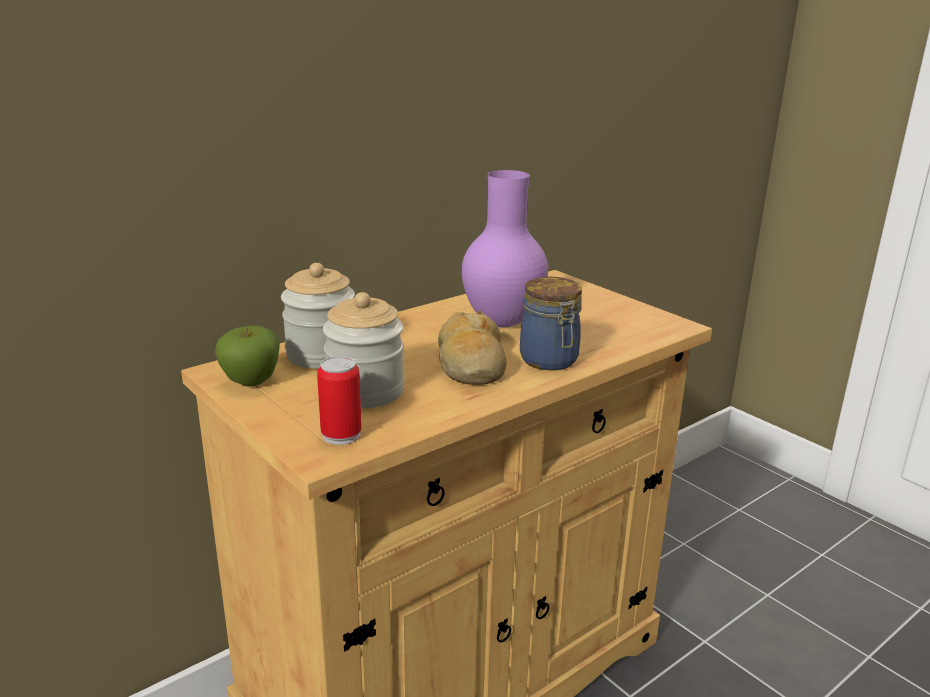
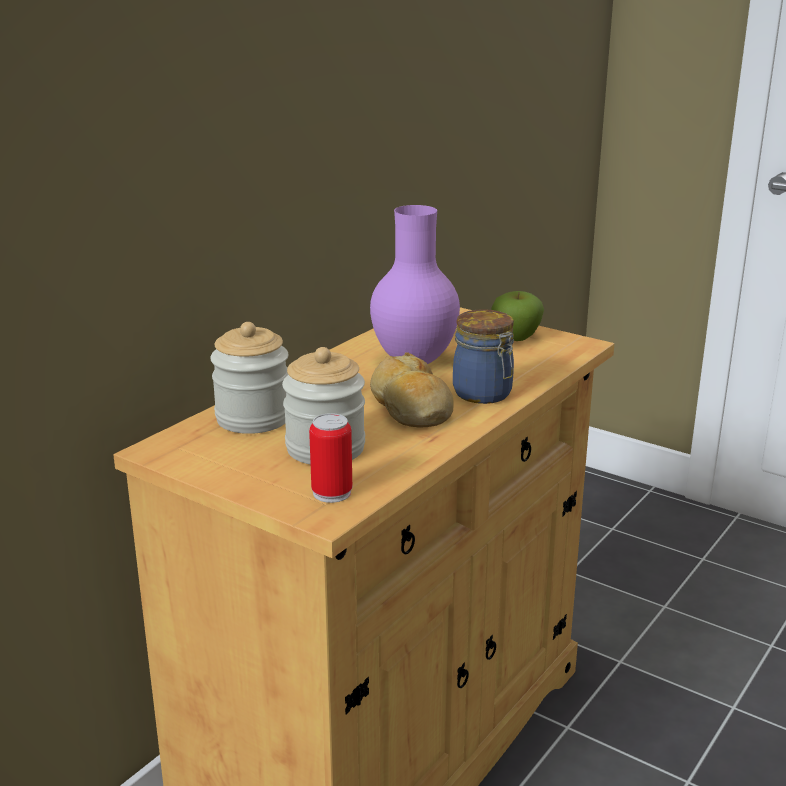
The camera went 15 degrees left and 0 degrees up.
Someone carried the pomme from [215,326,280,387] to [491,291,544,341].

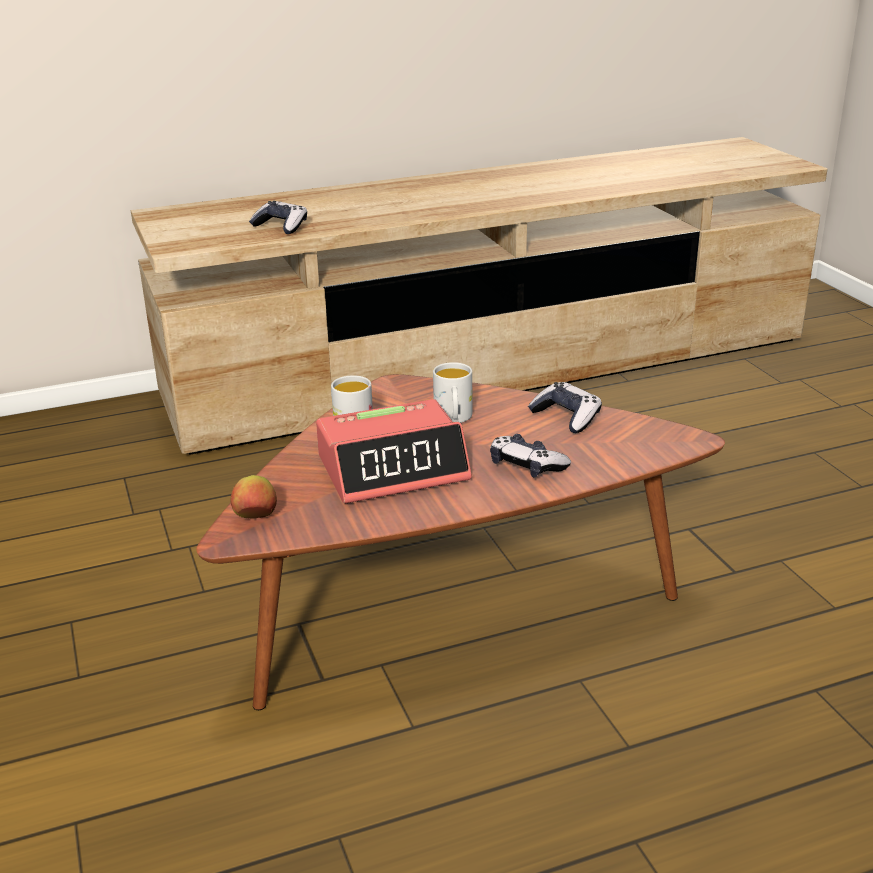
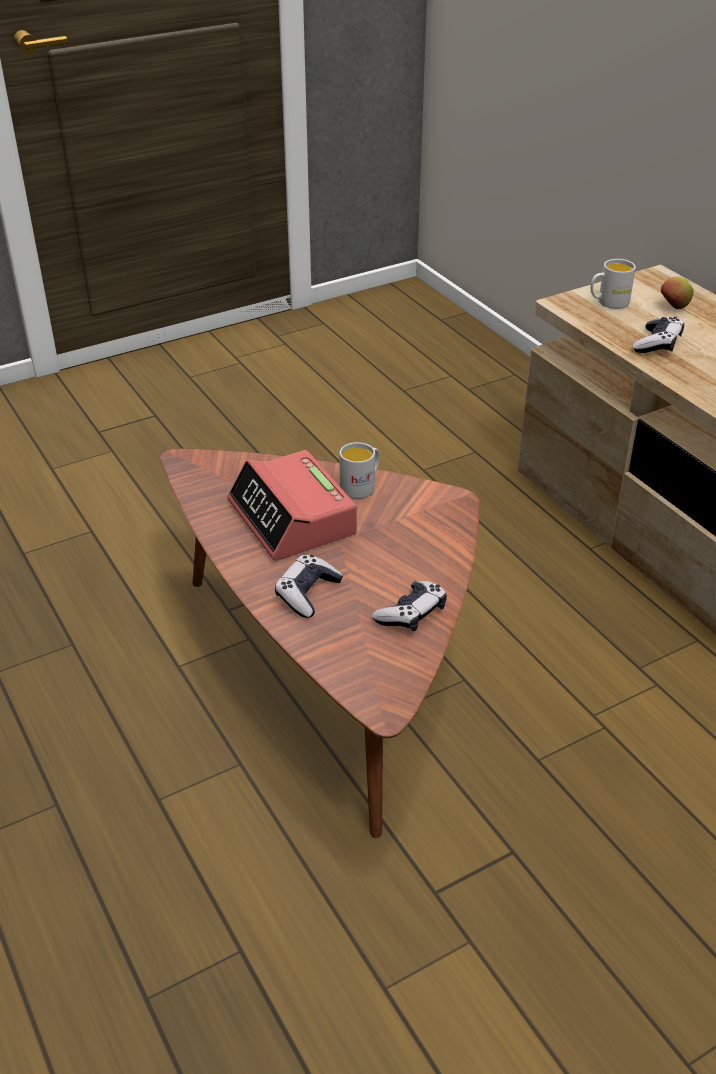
The camera went 80 degrees right and 10 degrees up.
Someone carried the pomme from [231,475,277,519] to [661,277,694,309].
Someone carried the mug [blanc] from [433,362,472,423] to [590,259,636,309].

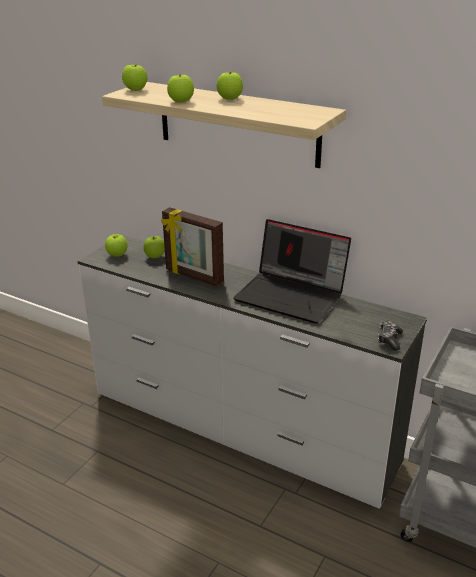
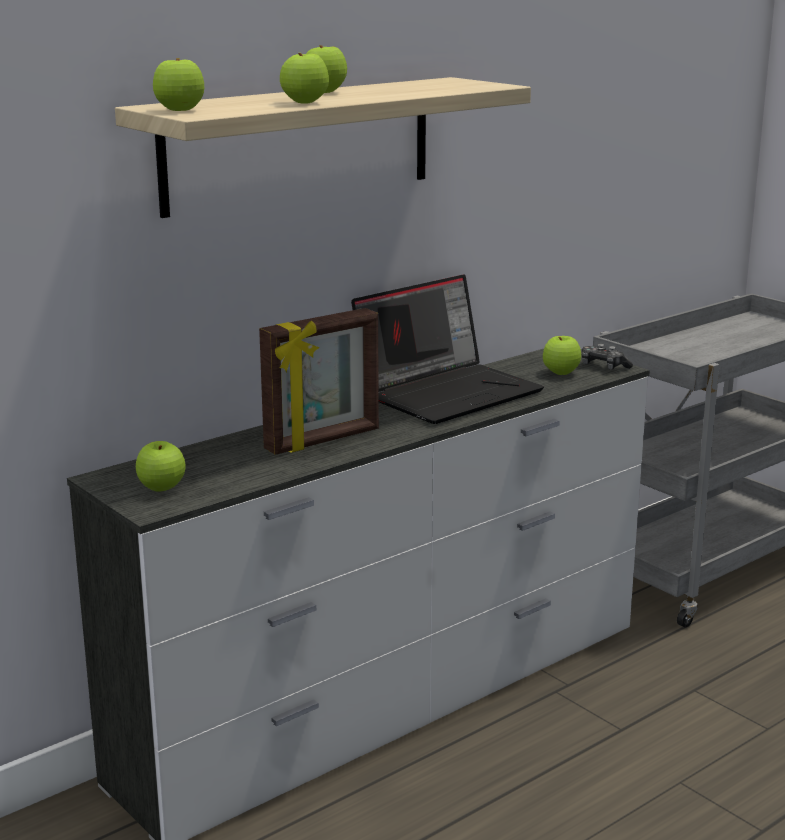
The camera went 70 degrees left and 10 degrees down.
Someone carried the pomme from [143,236,165,258] to [543,336,581,375].

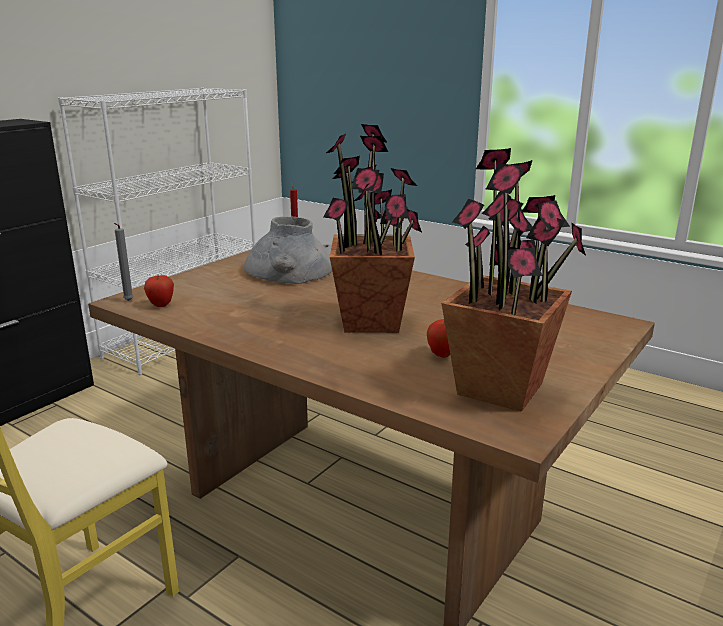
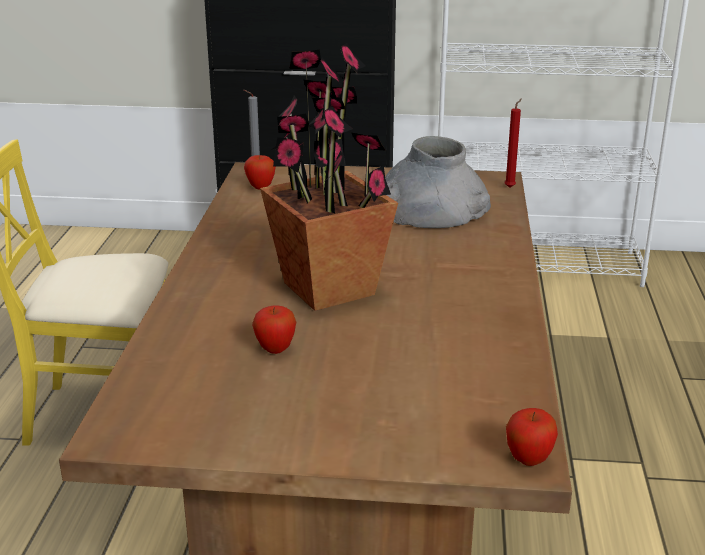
The camera went 60 degrees right and 5 degrees up.
Someone took away the plante en pot at [441,148,586,412].
Someone put down the pomme at [506,408,558,466].

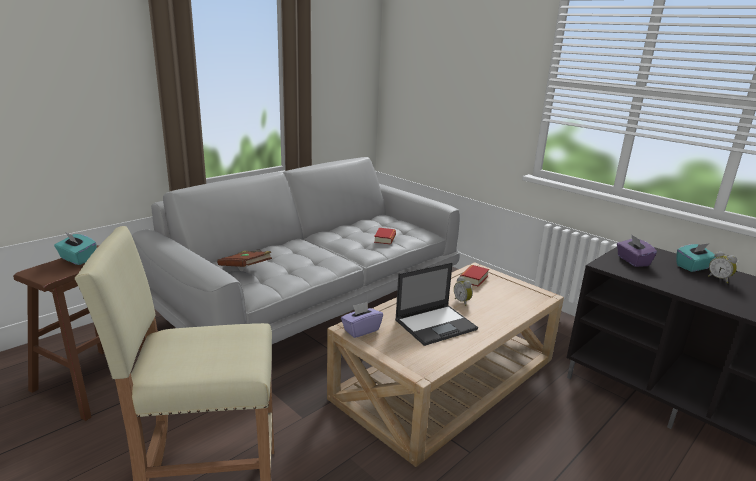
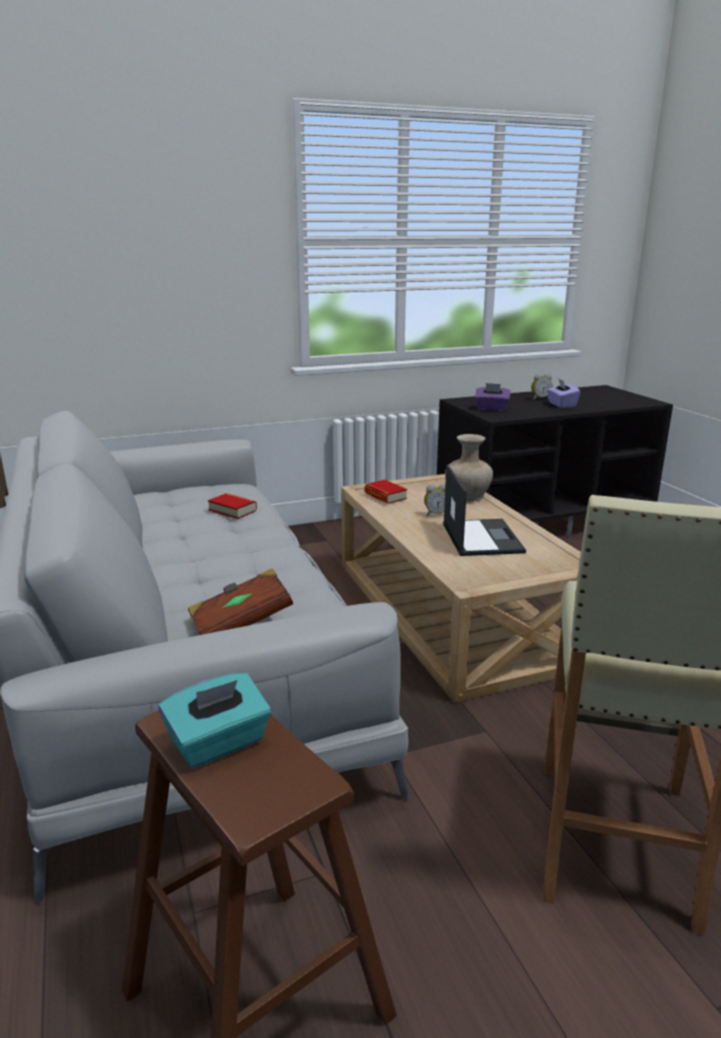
The camera went 65 degrees left and 0 degrees up.
Someone carried the boîte à mouchoirs [violet] from [341,302,383,338] to [547,378,580,408].
Someone took away the boîte à mouchoirs [turquoise] at [676,243,716,272].
Someone put down the vase [beige] at [445,434,493,501].

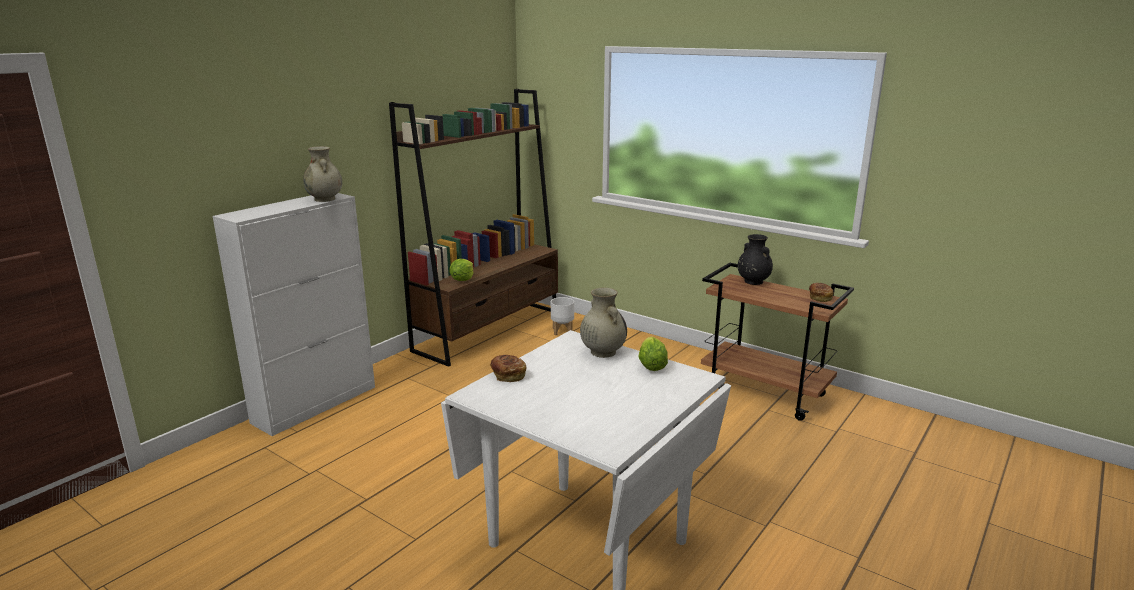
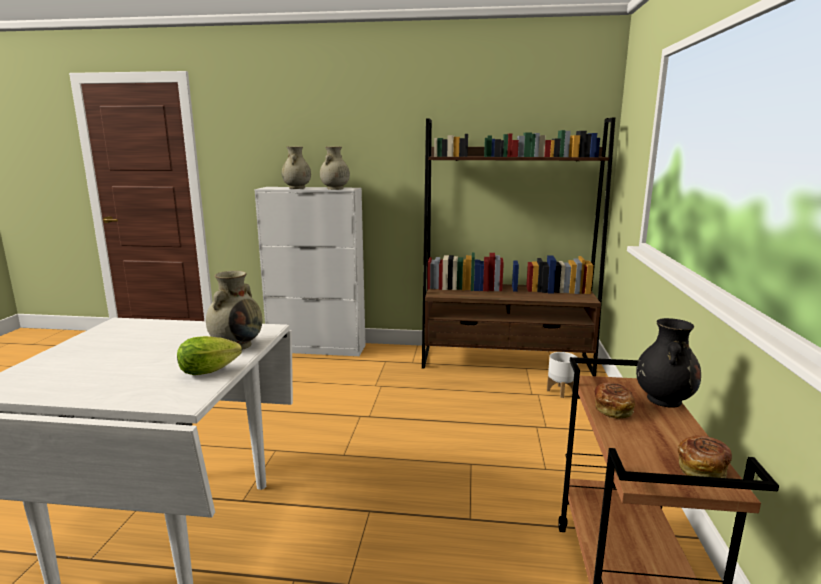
The camera went 60 degrees right and 5 degrees down.
Someone took away the laitue at [449,259,473,281].
Someone carried the pain from [490,355,527,382] to [594,382,635,419].
Someone put down the vase [beige] at [282,146,311,189].

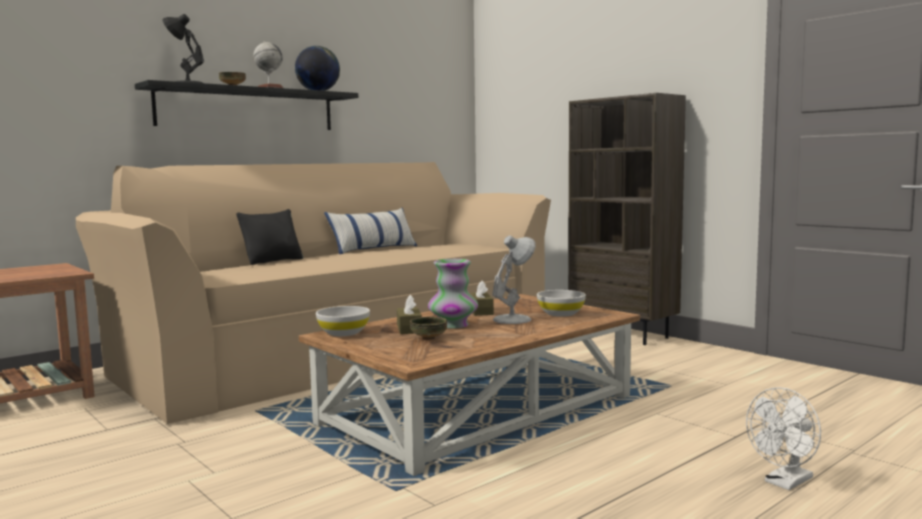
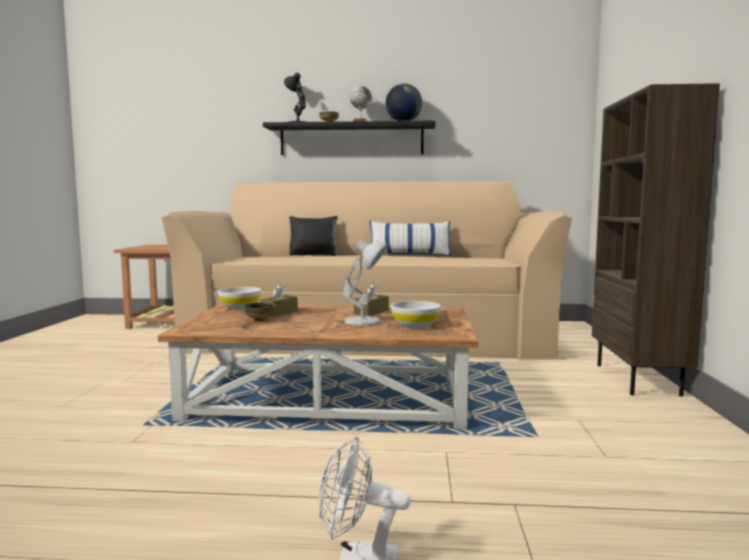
The camera went 45 degrees right and 0 degrees up.
Someone took away the vase at [428,259,478,329].

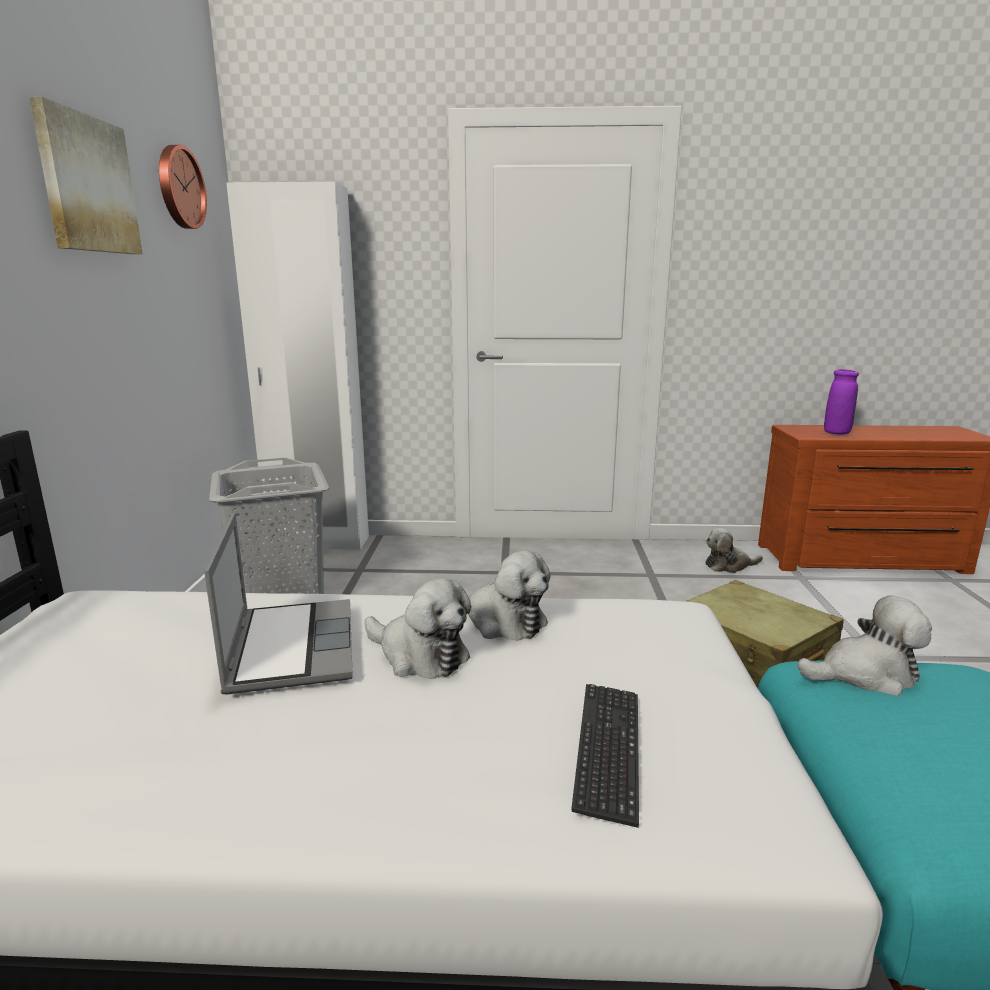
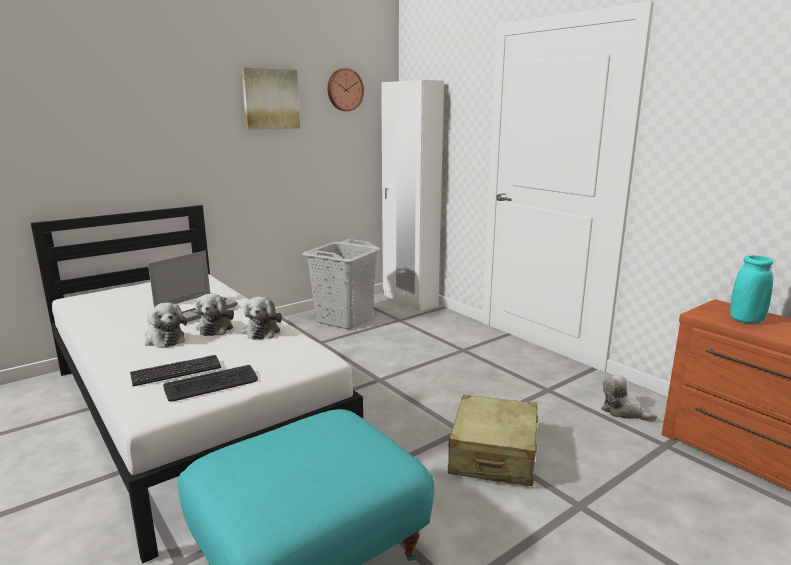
The camera went 50 degrees right and 0 degrees up.
Someone carried the peluche from [797,595,932,696] to [145,302,187,348].
Someone repainted the vase [violet] at [824,369,859,434], which became the vase [turquoise] at [730,256,773,323].
Someone put down the clavier at [163,365,258,401].

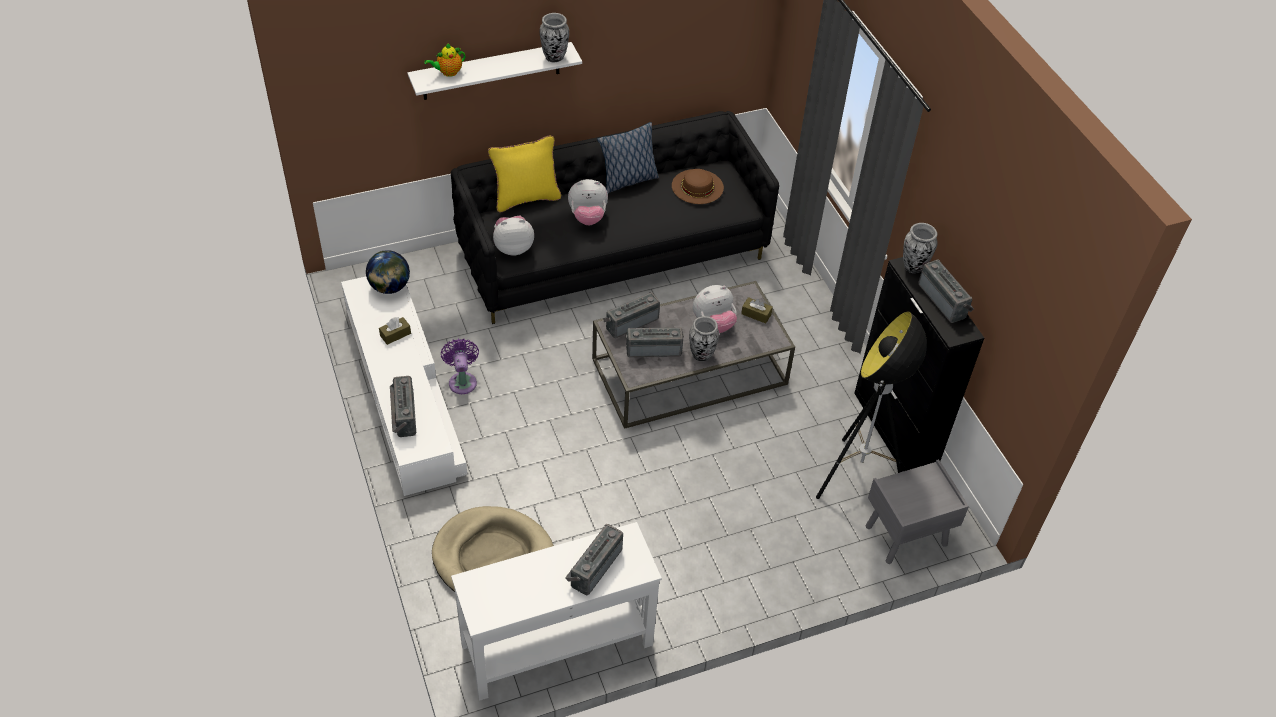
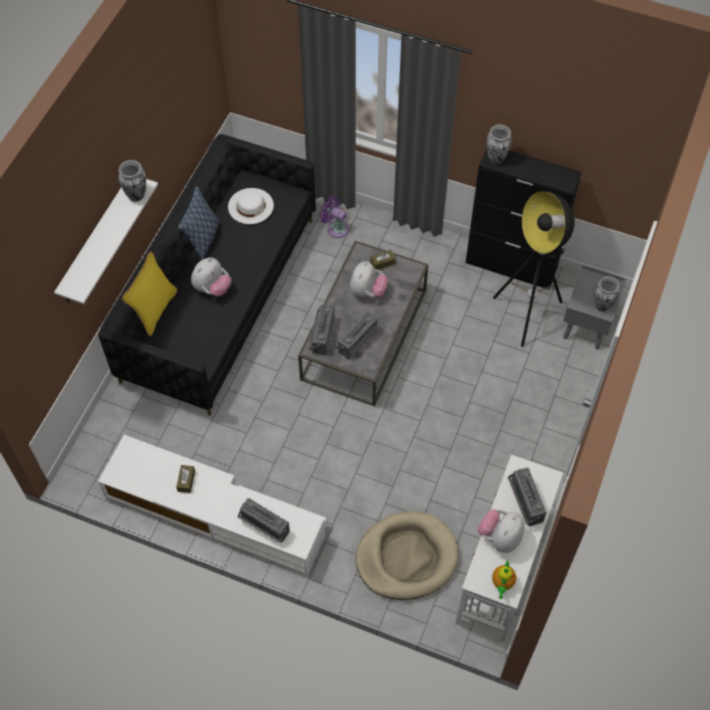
The camera went 45 degrees left and 10 degrees up.
Someone took away the globe at [366,250,410,294].
Someone carried the théière from [424,43,466,77] to [492,560,516,599].
Someone carried the ventilateur [violet] from [441,338,479,394] to [320,196,349,238].
Someone carried the peluche from [493,216,534,256] to [478,509,524,553].
Someone repainted the chapeau [marron] at [672,169,724,204], which became the chapeau [blanc] at [228,188,274,224].
Someone carried the vase from [689,316,719,361] to [594,276,620,312].
Someone took away the radio at [918,260,974,323].

